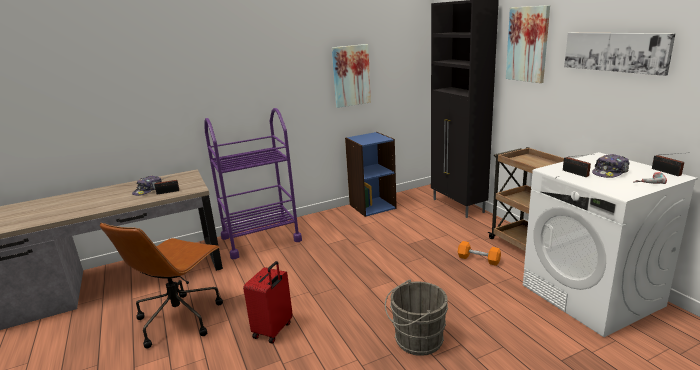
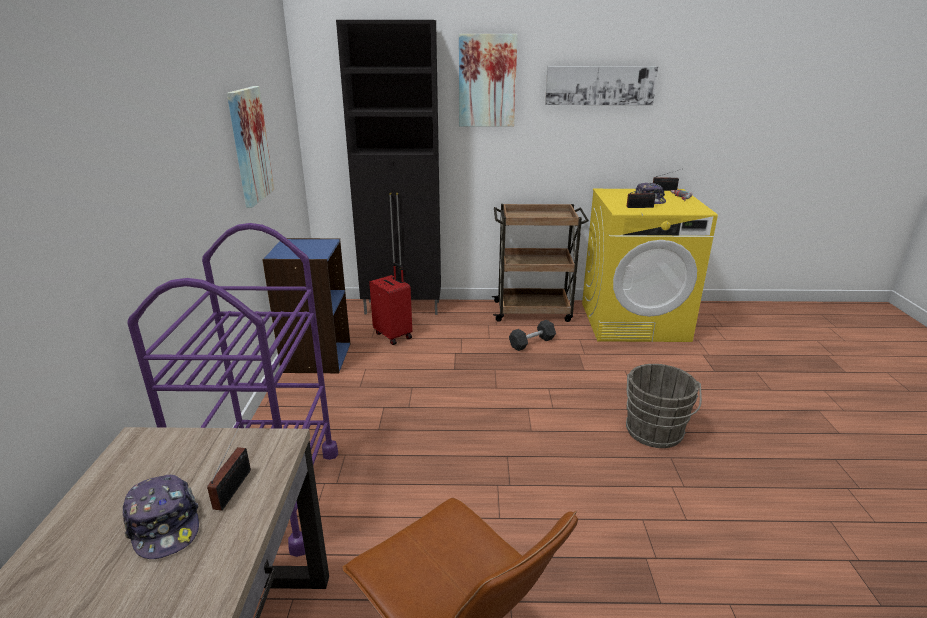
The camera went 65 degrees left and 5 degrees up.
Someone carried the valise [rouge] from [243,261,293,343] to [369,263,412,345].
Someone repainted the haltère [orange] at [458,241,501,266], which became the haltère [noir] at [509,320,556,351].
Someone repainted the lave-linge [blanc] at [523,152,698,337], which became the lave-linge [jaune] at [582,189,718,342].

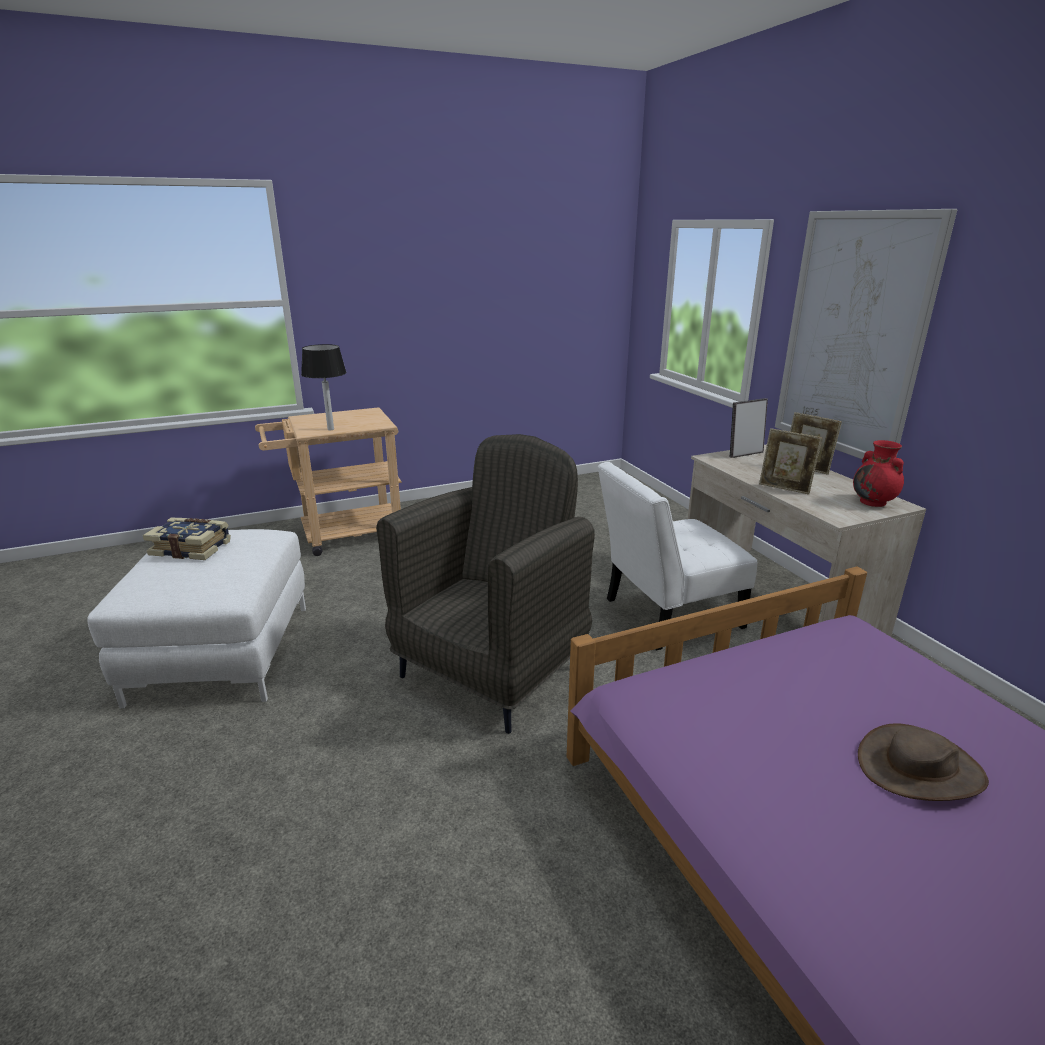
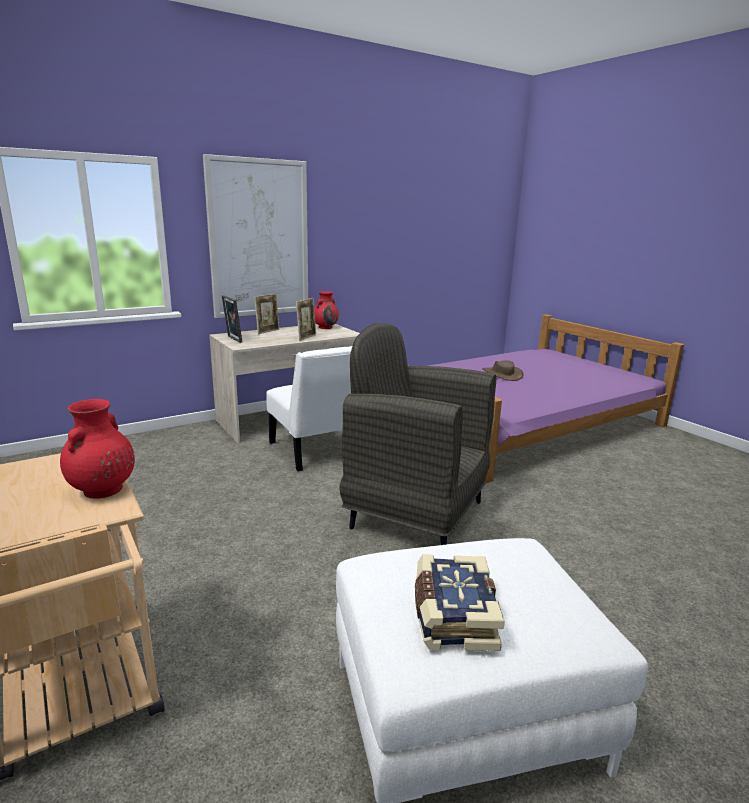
The camera went 100 degrees left and 5 degrees down.
Someone swapped the lampe de table at [301,344,347,430] for the vase [rouge] at [60,399,135,499].

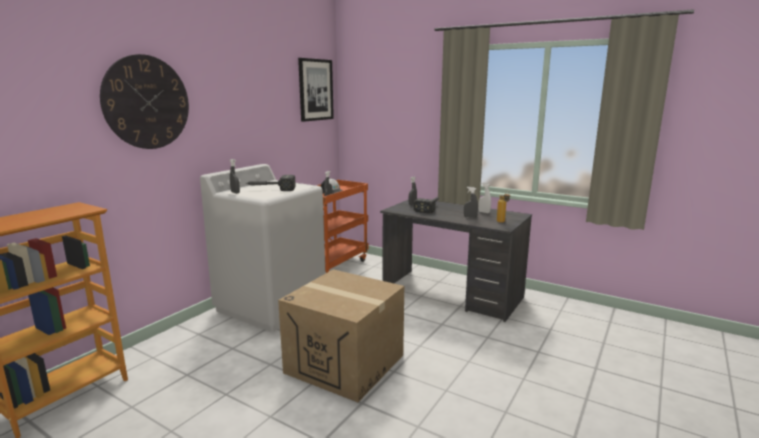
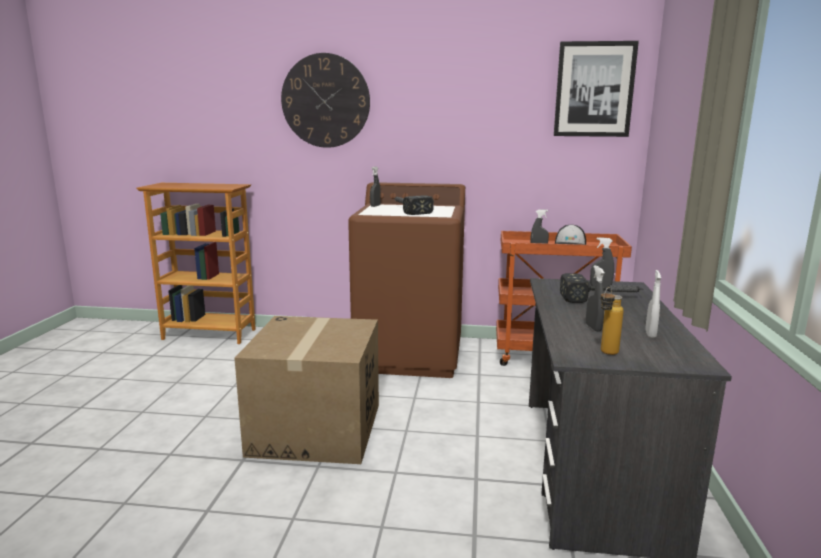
The camera went 65 degrees right and 0 degrees up.
Someone repainted the lave-linge [blanc] at [200,164,326,332], which became the lave-linge [marron] at [348,182,465,378].

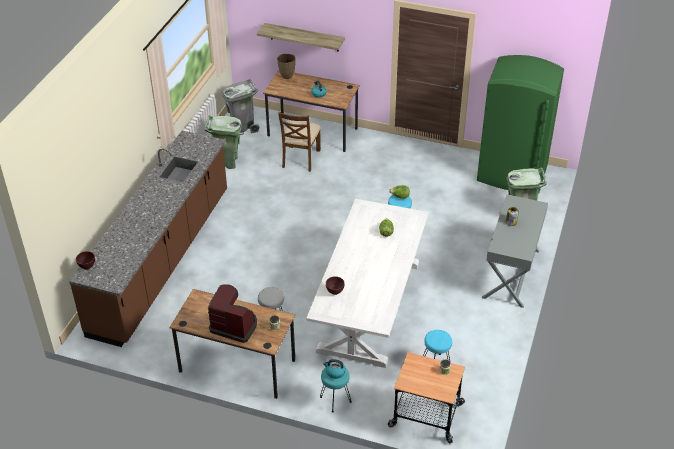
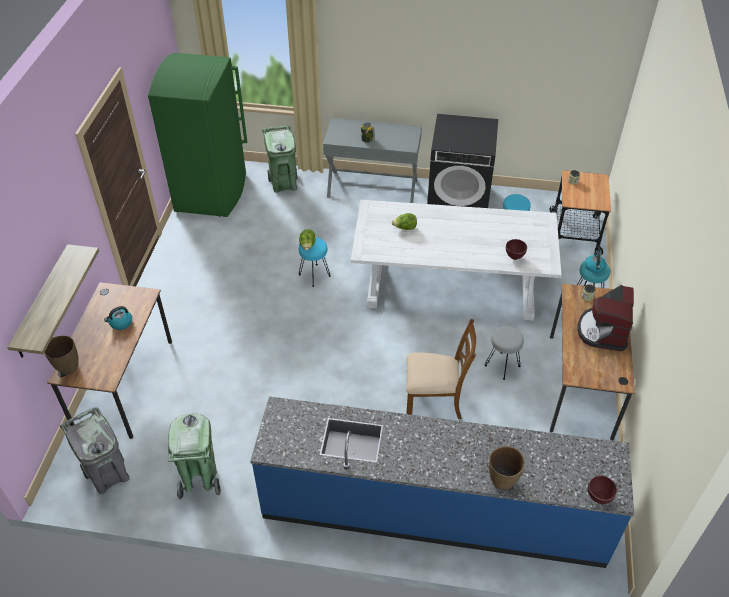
The camera went 100 degrees left and 5 degrees up.
Someone repainted the comptoir de cuisine [marron] at [69,131,227,347], which became the comptoir de cuisine [bleu] at [250,396,634,568].
Someone carried the chaise [marron] from [278,112,321,172] to [406,319,476,419].
Someone put down the lave-linge [noir] at [427,114,498,208].
Someone put down the vase [marron] at [489,446,525,490].

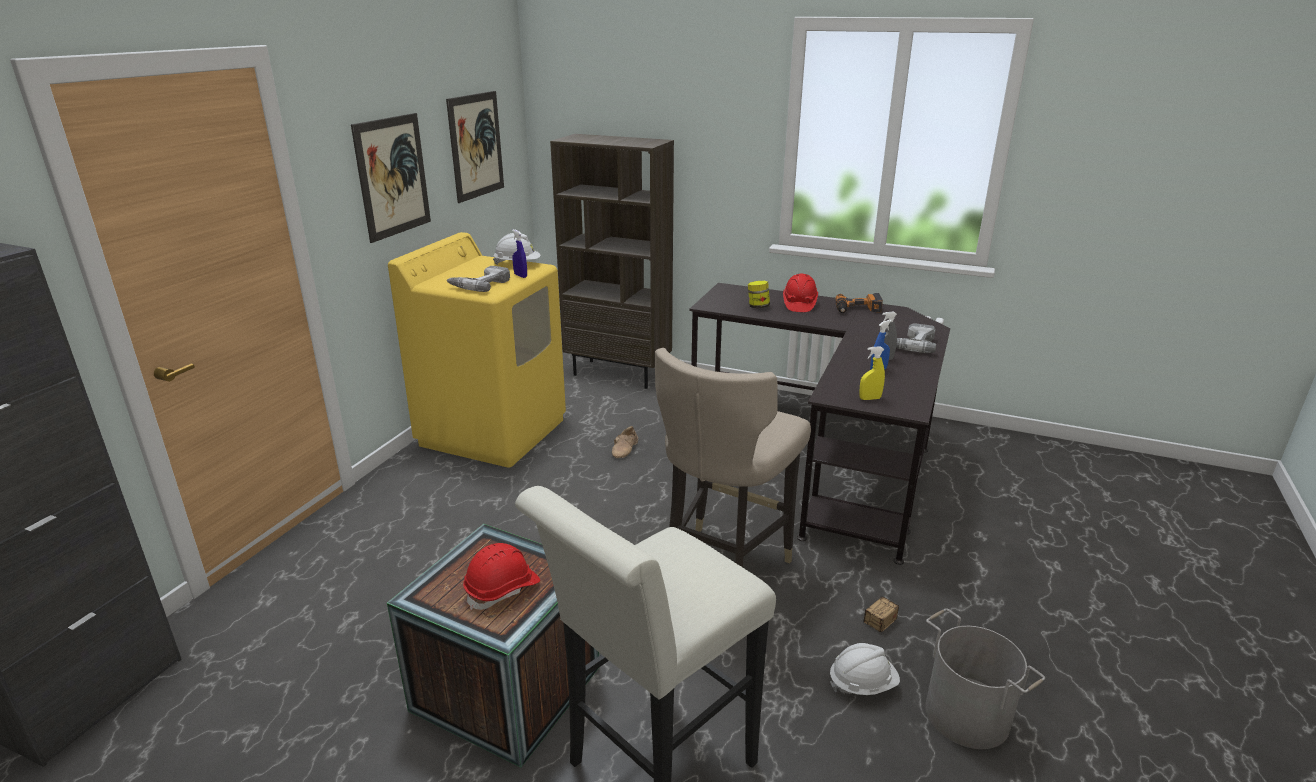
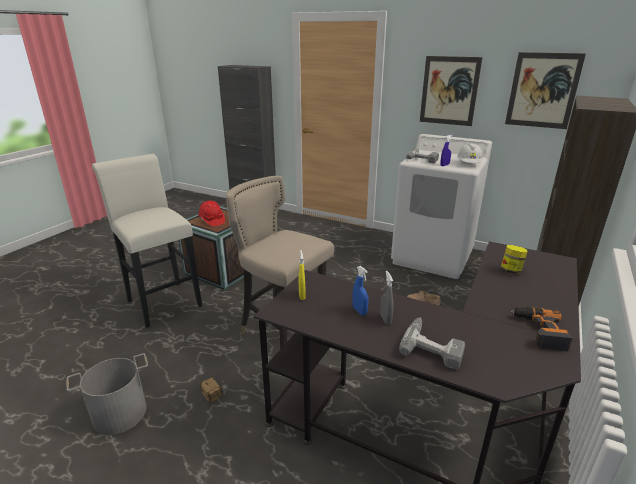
The camera went 95 degrees right and 0 degrees up.
Someone repainted the lave-linge [jaune] at [388,232,566,467], which became the lave-linge [blanc] at [391,134,492,279].
Someone took away the casque de chantier [rouge] at [783,274,818,312].
Someone took away the casque de chantier [blanc] at [830,643,900,695].

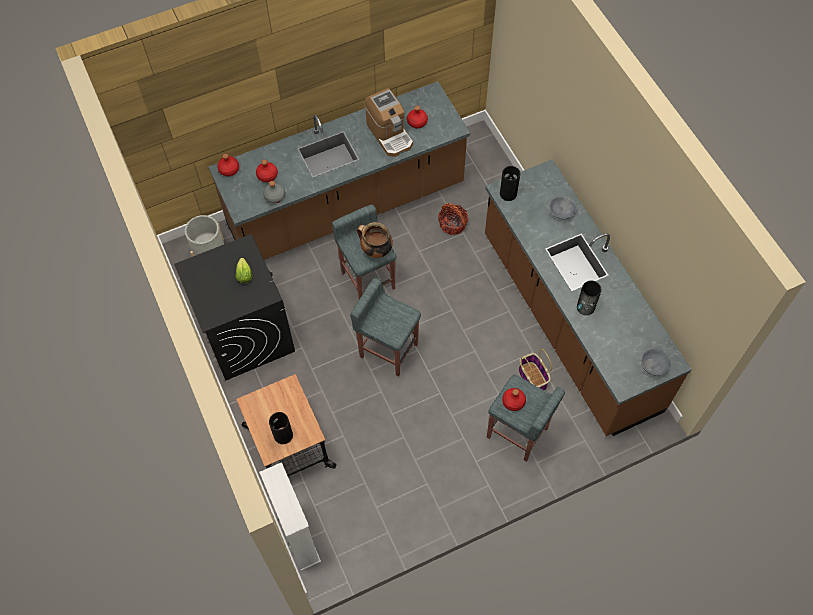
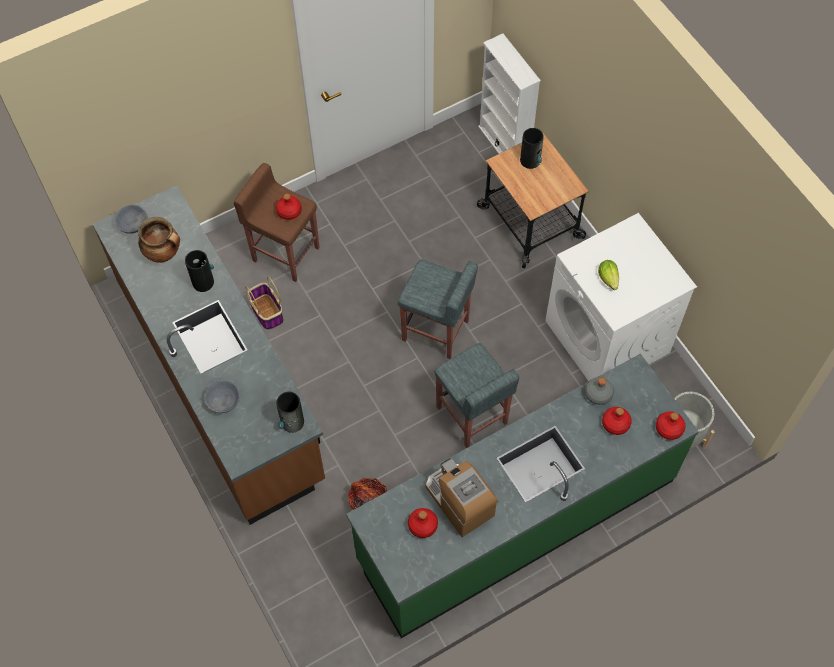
The camera went 175 degrees right and 0 degrees up.
Someone repainted the lave-linge [noir] at [174,234,295,381], which became the lave-linge [blanc] at [545,213,697,381].
Someone repainted the comptoir de cuisine [marron] at [209,81,470,260], which became the comptoir de cuisine [vert] at [346,353,699,638].
Someone carried the marmite from [357,222,393,258] to [138,217,180,263].
Someone repainted the tabouret [gris] at [487,375,565,462], which became the tabouret [marron] at [234,163,320,282].

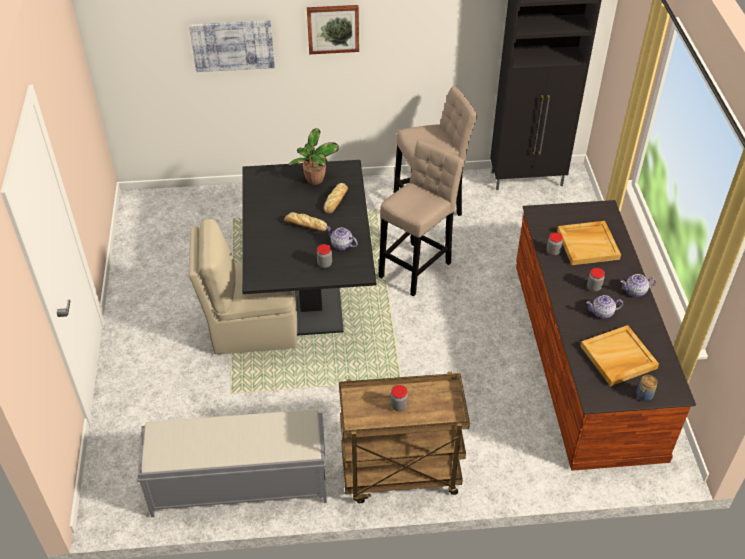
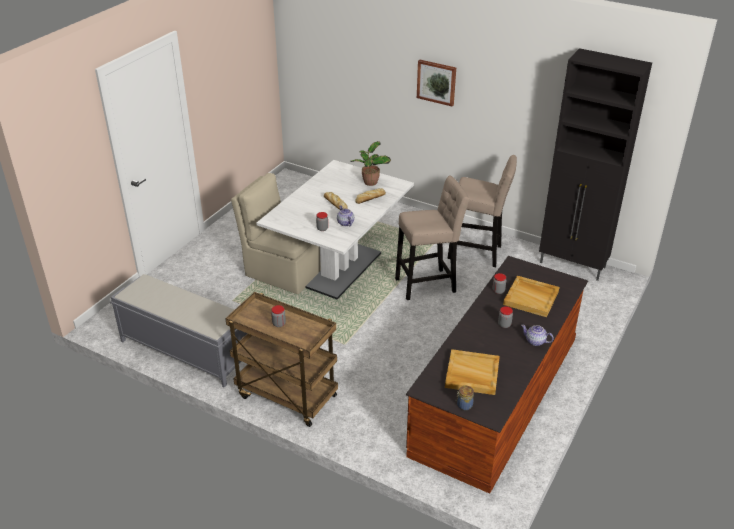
The camera went 35 degrees right and 10 degrees down.
Someone took away the tableau at [189,20,275,72].
Someone repainted the table à manger [noir] at [242,160,376,336], which became the table à manger [blanc] at [256,160,414,299].
Someone took away the théière at [586,295,623,319].

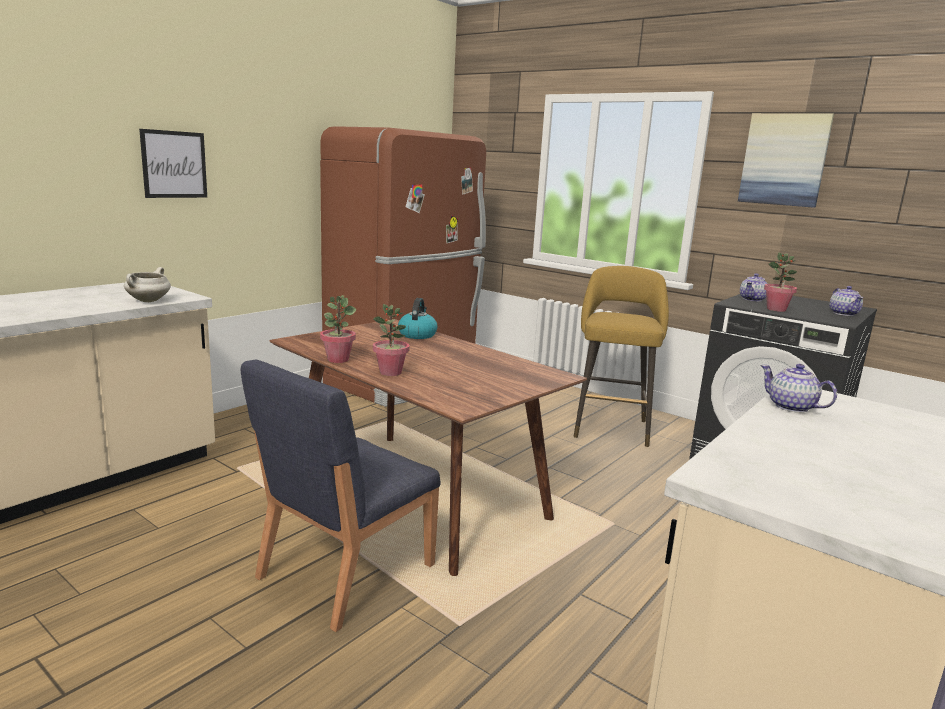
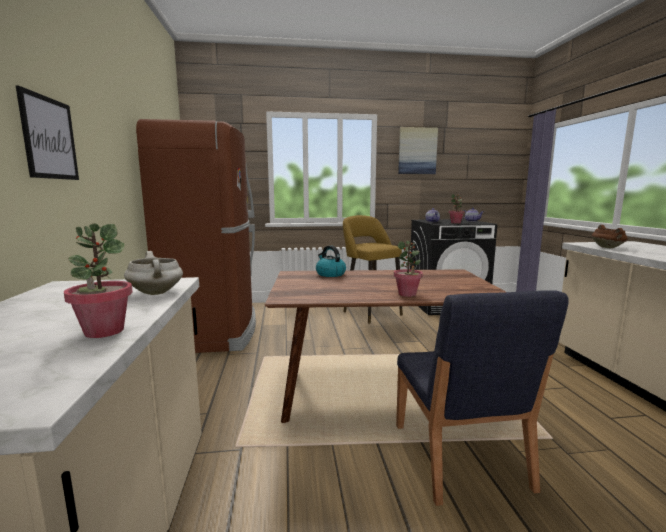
The camera went 45 degrees left and 5 degrees down.
Someone carried the plante en pot from [320,295,356,363] to [64,223,133,338].
Someone swapped the théière at [760,364,837,413] for the marmite [marron] at [592,225,628,248].

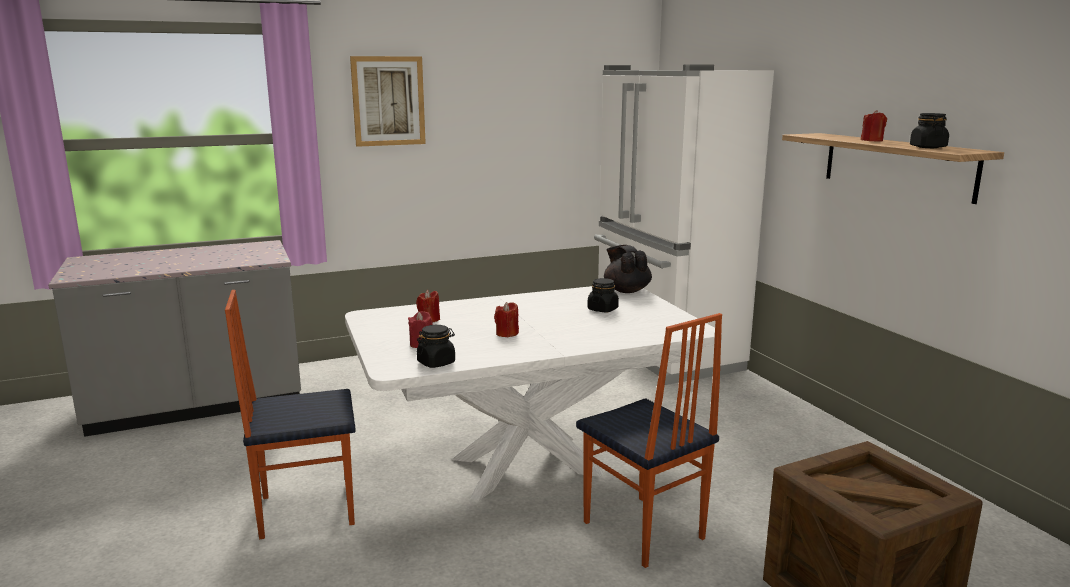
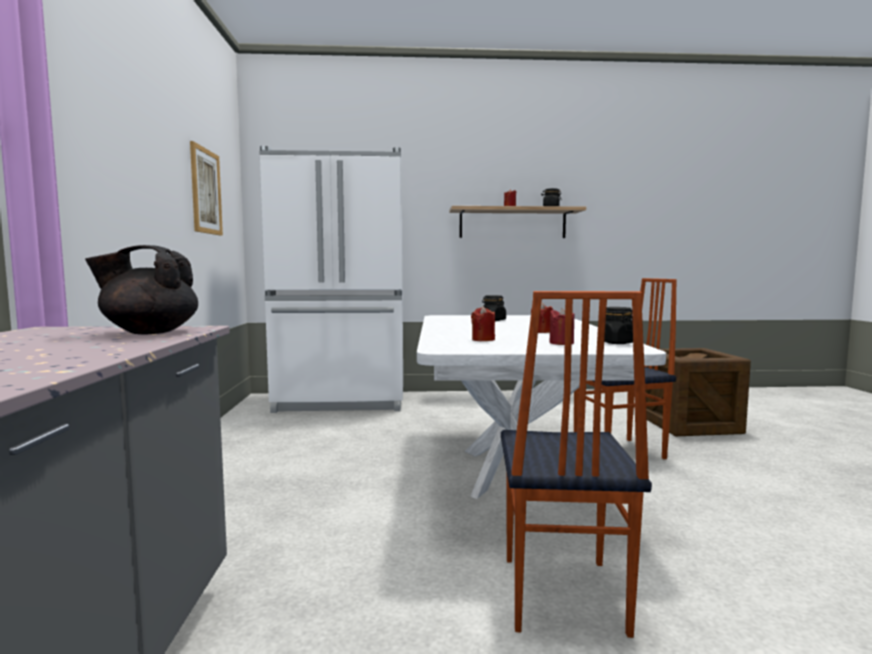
The camera went 70 degrees left and 10 degrees down.
Someone carried the tableau from [350,56,426,147] to [190,141,223,236].
Someone carried the théière [noir] from [604,245,652,293] to [85,245,198,334].

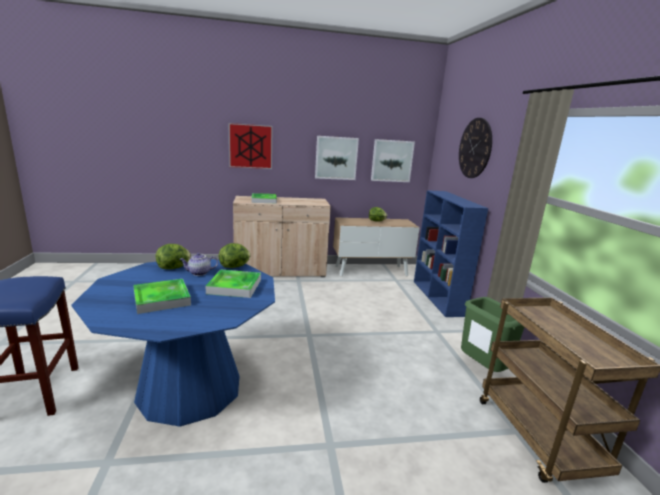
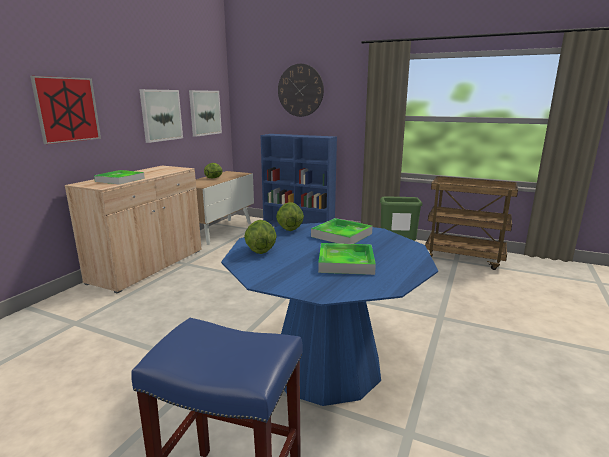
The camera went 55 degrees left and 0 degrees up.
Someone took away the théière at [179,253,218,276].

